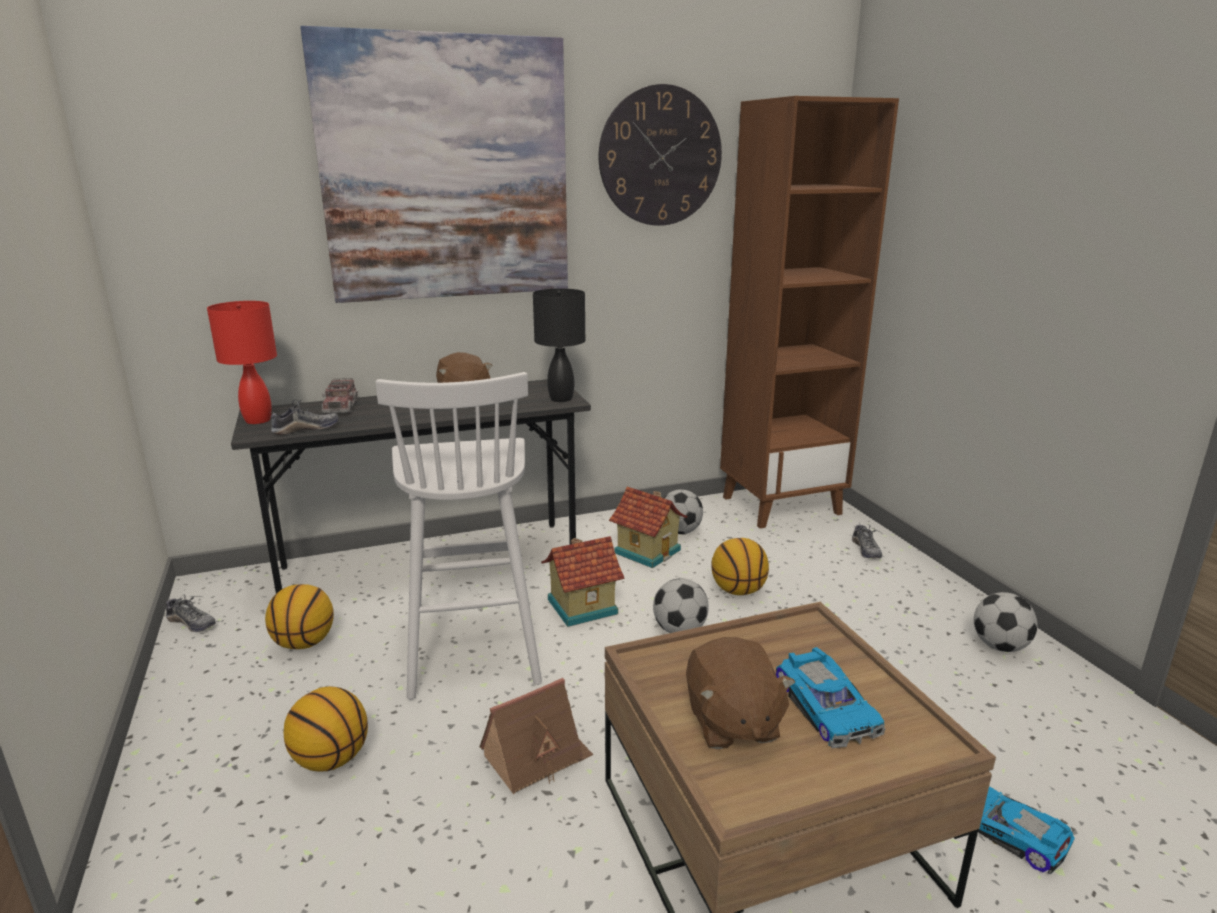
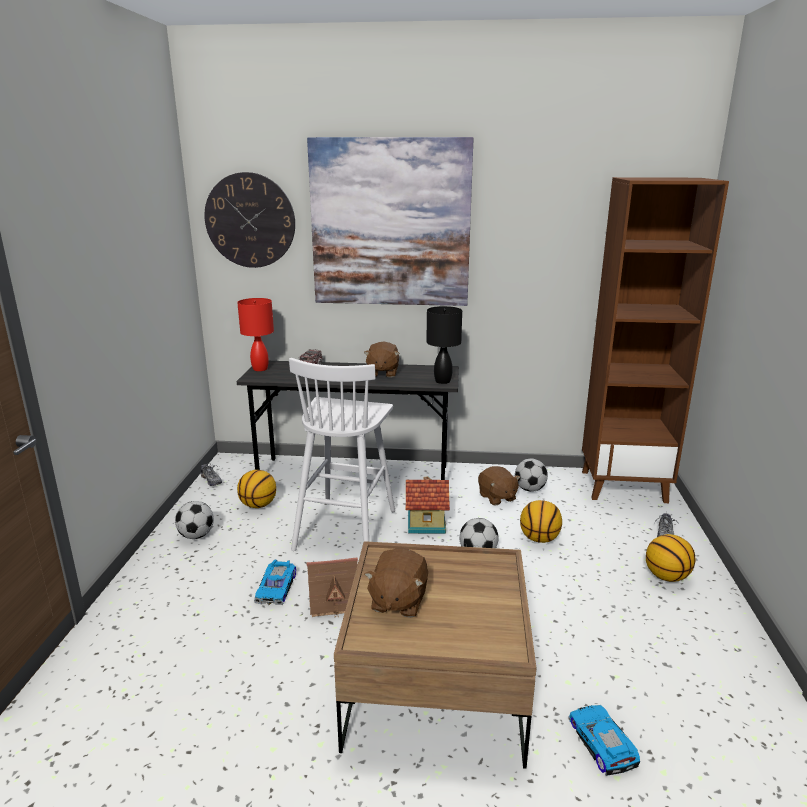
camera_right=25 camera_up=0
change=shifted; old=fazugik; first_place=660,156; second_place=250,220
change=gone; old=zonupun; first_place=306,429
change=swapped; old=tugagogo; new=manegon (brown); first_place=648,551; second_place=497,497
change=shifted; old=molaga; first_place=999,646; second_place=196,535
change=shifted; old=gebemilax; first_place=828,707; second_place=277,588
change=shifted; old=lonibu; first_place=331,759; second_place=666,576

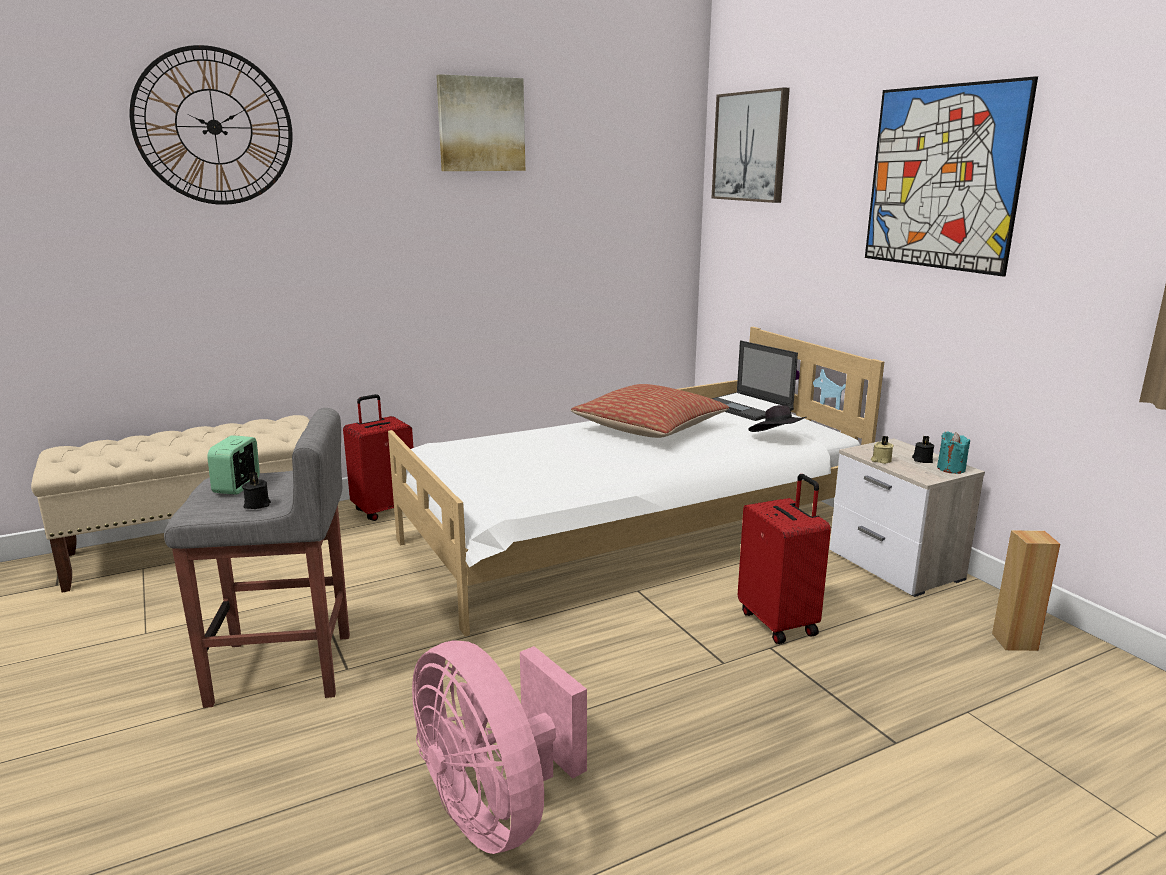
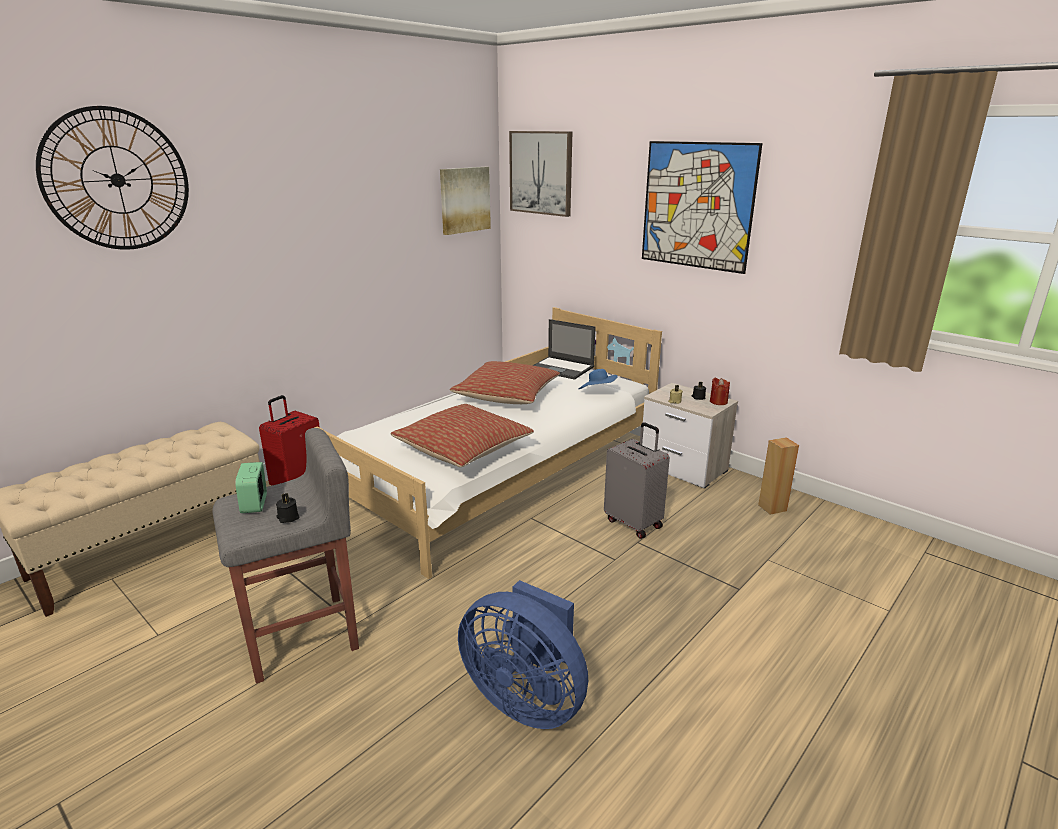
camera_right=-20 camera_up=5
change=shifted; old=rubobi; first_place=481,124; second_place=464,200
change=repainted; old=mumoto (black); new=mumoto (blue); first_place=777,438; second_place=598,392
change=repainted; old=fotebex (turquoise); new=fotebex (red); first_place=951,469; second_place=718,402
change=repainted; old=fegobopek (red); new=fegobopek (grey); first_place=779,622; second_place=634,523
change=repainted; old=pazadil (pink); new=pazadil (blue); first_place=496,810; second_place=526,698
change=new; new=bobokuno; second_place=463,449

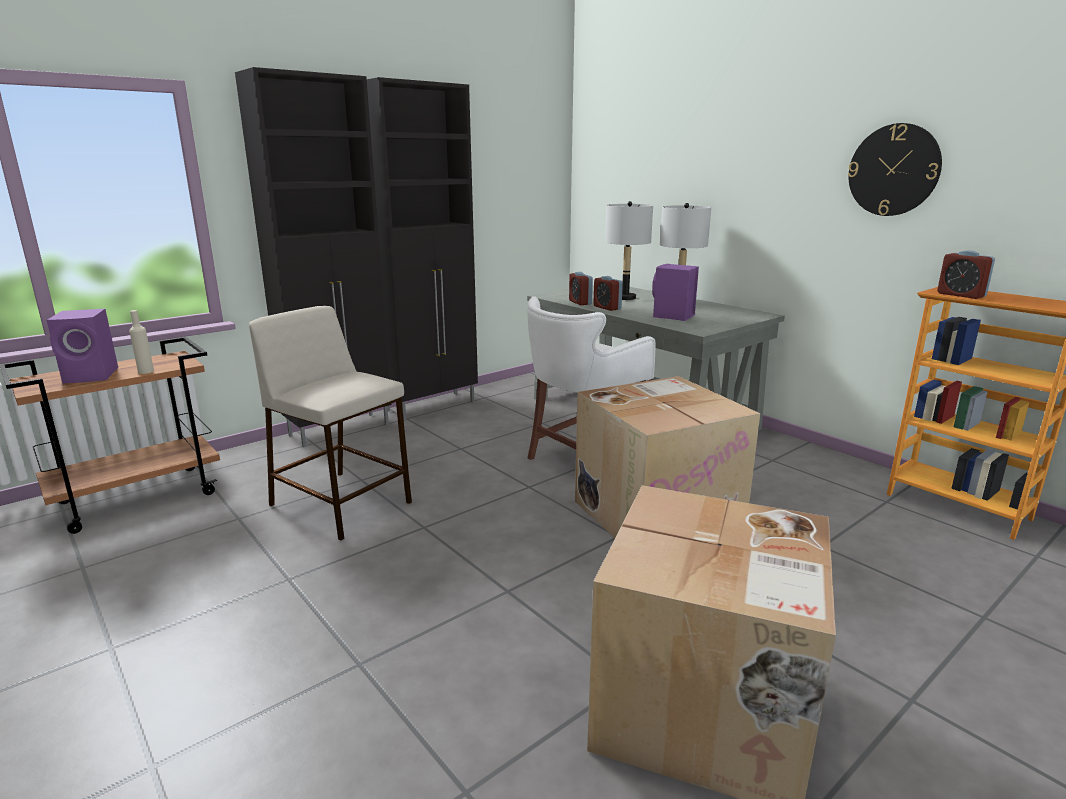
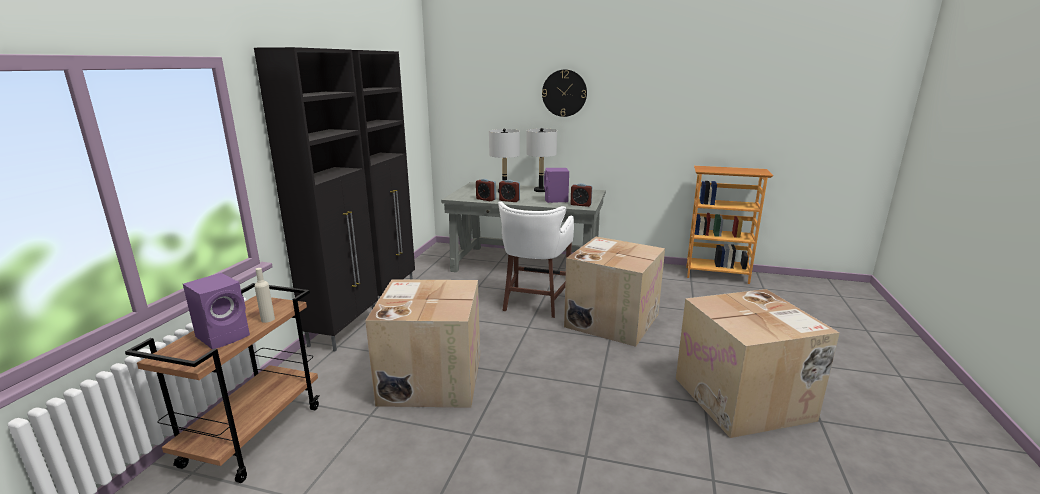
camera_right=-35 camera_up=0
change=shifted; old=fazugik; first_place=893,170; second_place=564,93
change=shifted; old=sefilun; first_place=961,295; second_place=581,205
change=swapped; old=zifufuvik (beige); new=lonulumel; first_place=342,504; second_place=430,378

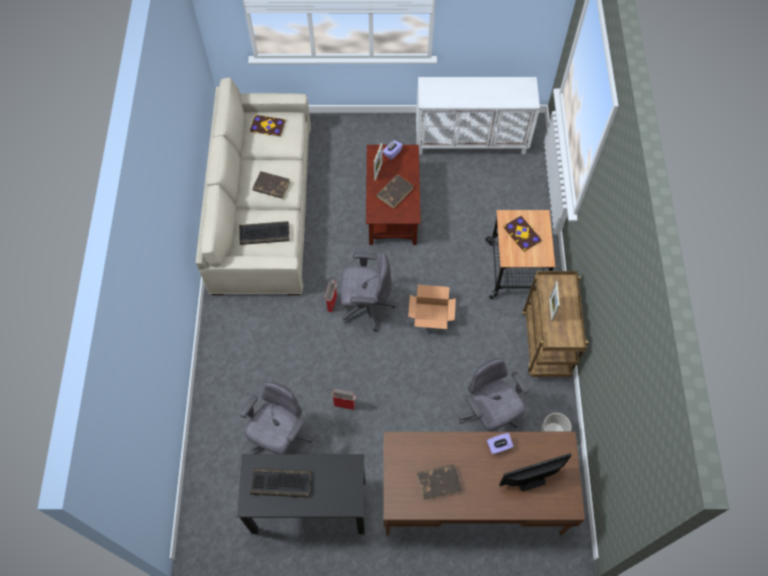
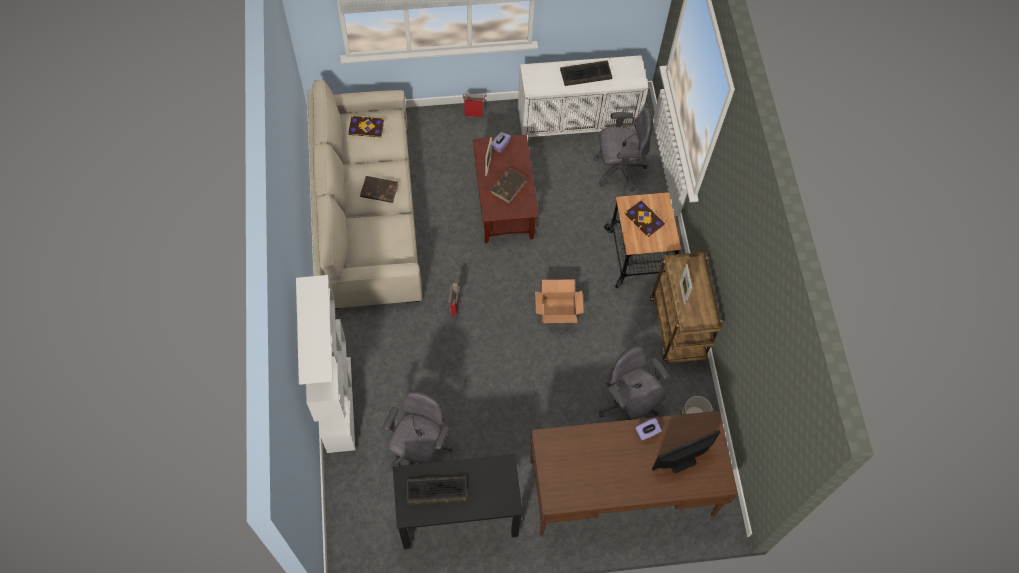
camera_right=-10 camera_up=0
change=shifted; old=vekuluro; first_place=265,233; second_place=586,73
change=shifted; old=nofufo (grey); first_place=366,306; second_place=618,170
change=shifted; old=lonulumel; first_place=344,405; second_place=474,114
change=gone; old=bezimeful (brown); first_place=439,482
change=new; new=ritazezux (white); second_place=338,403

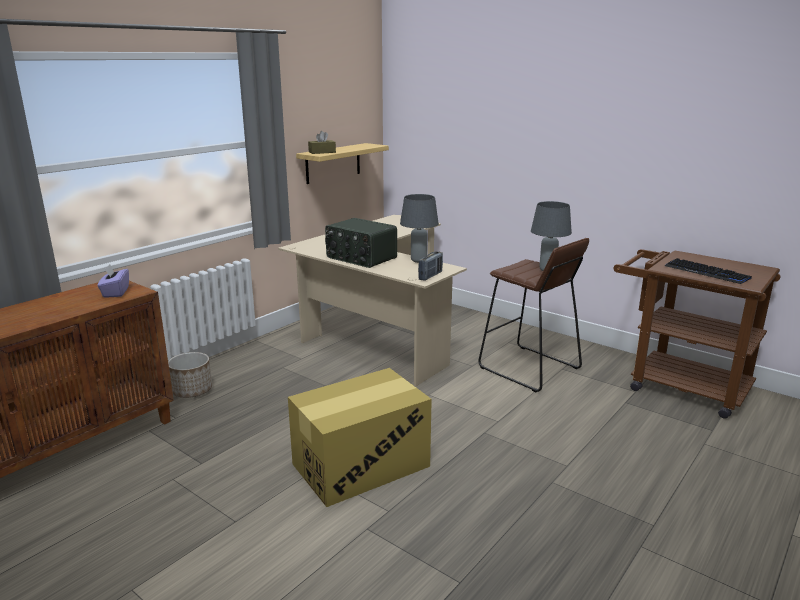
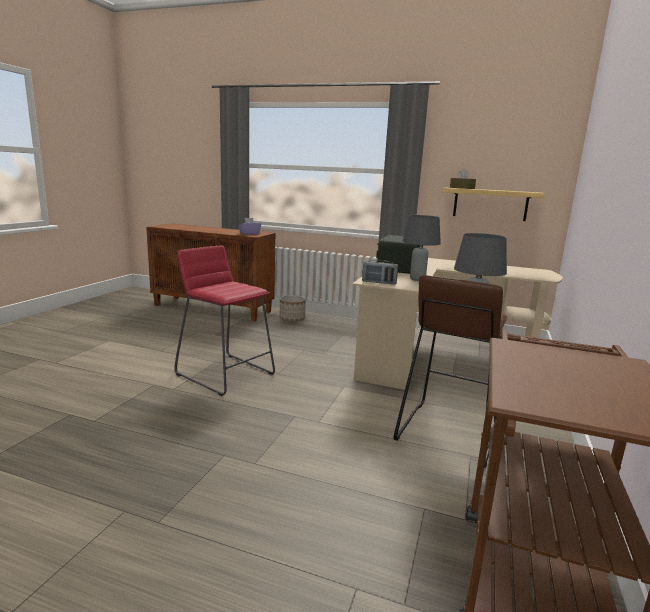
camera_right=70 camera_up=-5
change=gone; old=vekuluro; first_place=706,272
change=swapped; old=lonulumel; new=zifufuvik (red); first_place=360,465; second_place=225,374

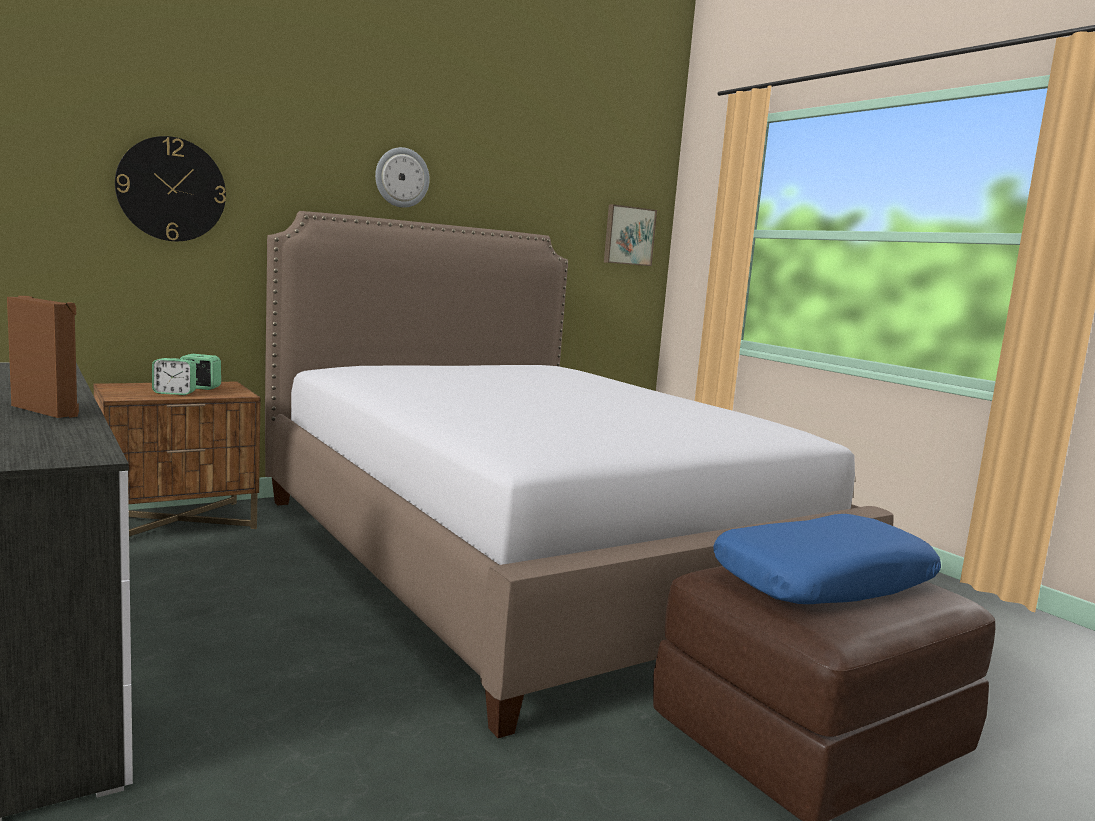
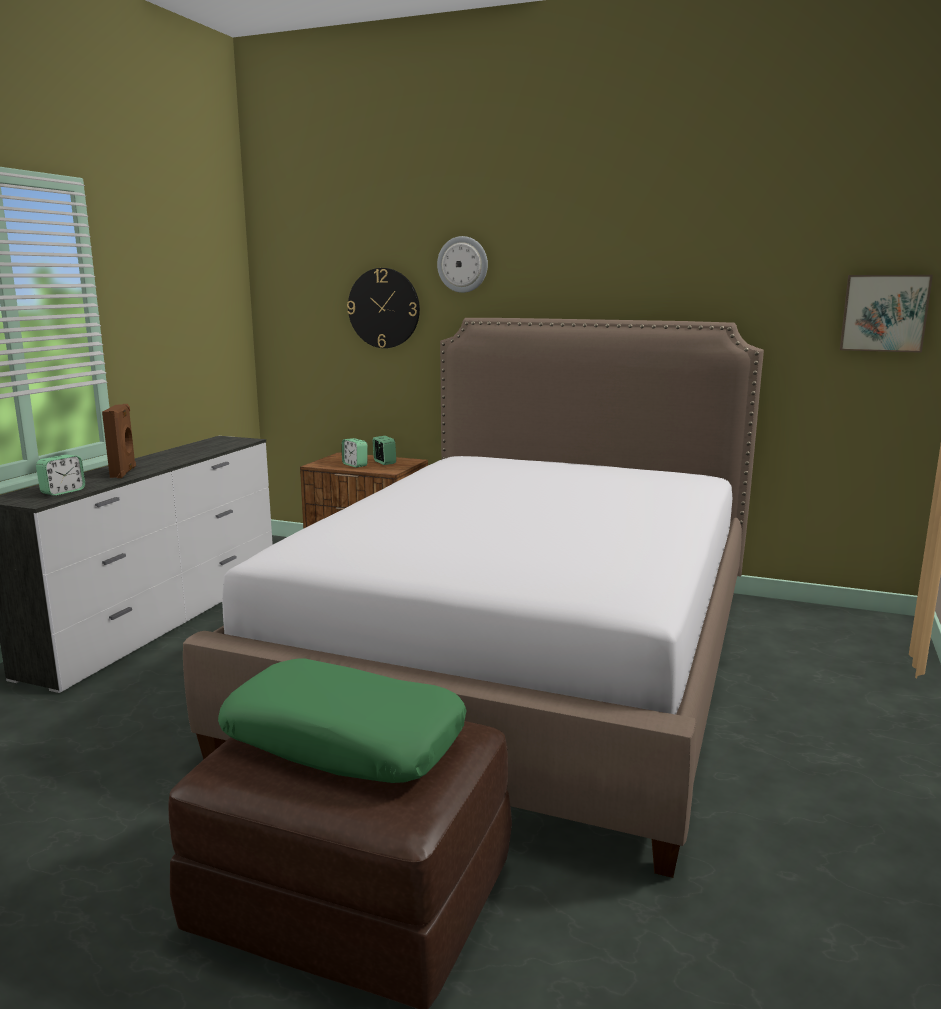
camera_right=55 camera_up=5
change=shifted; old=fazugik; first_place=401,177; second_place=463,264
change=repainted; old=bobokuno (blue); new=bobokuno (green); first_place=823,581; second_place=345,740
change=new; new=sefilun; second_place=63,492

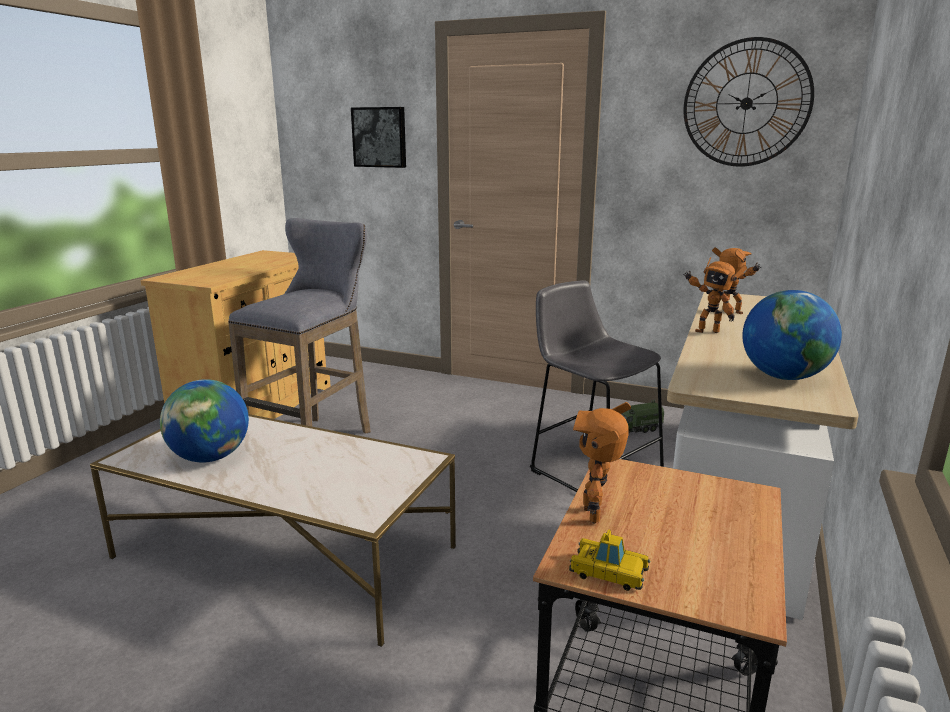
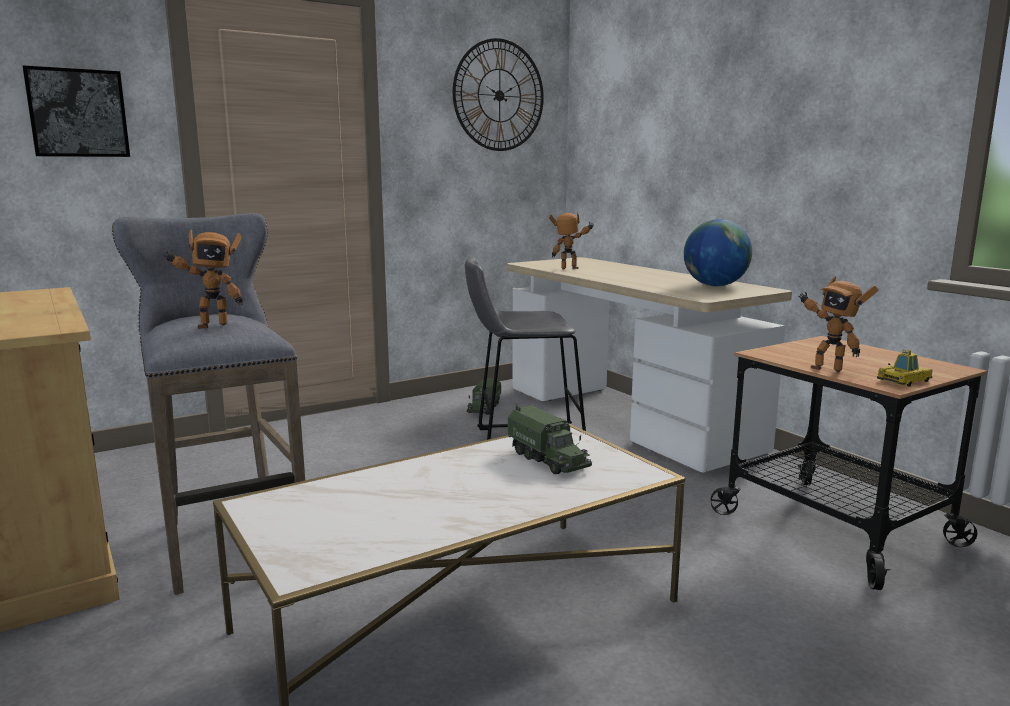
camera_right=-55 camera_up=-5
change=shifted; old=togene; first_place=706,331; second_place=211,325
change=gone; old=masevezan; first_place=210,457
change=new; new=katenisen; second_place=548,460

